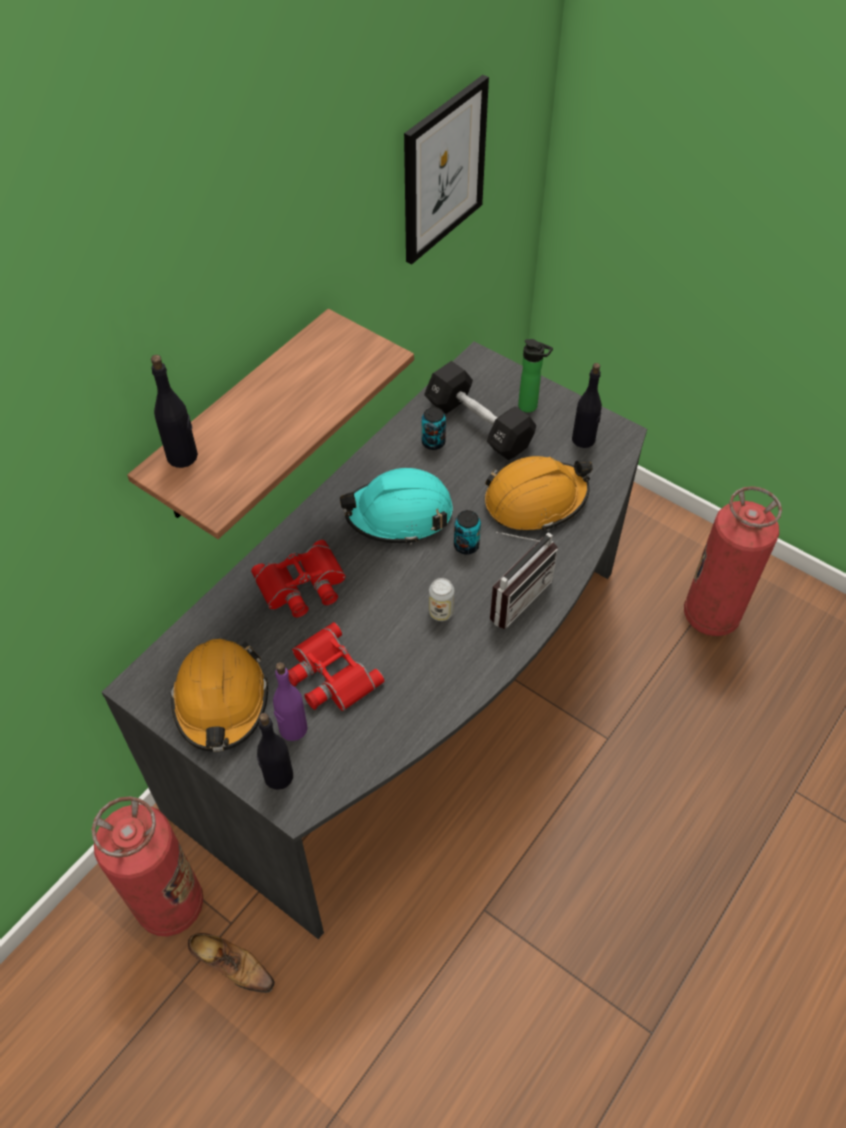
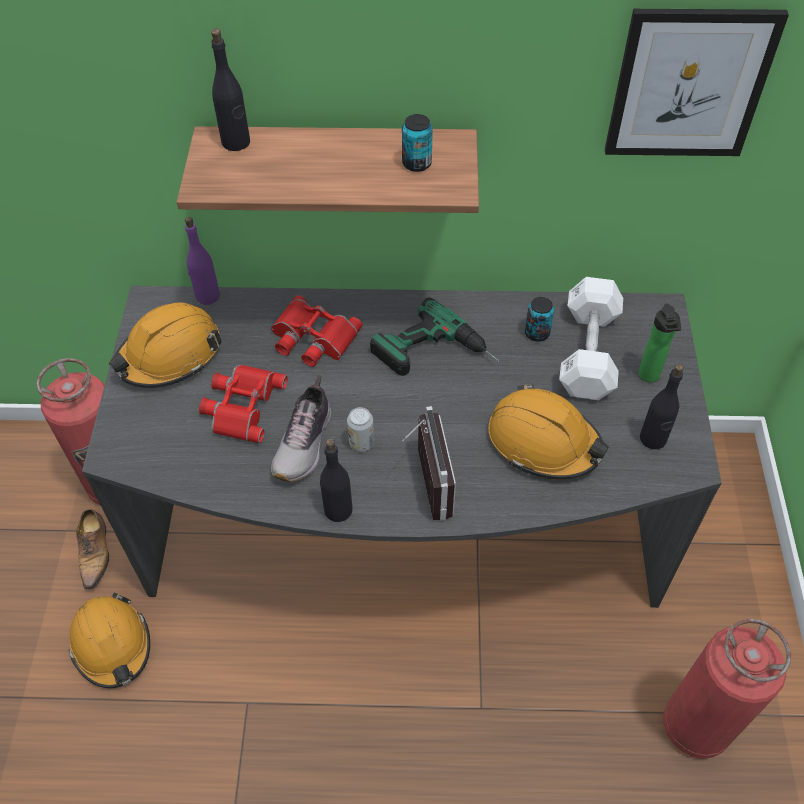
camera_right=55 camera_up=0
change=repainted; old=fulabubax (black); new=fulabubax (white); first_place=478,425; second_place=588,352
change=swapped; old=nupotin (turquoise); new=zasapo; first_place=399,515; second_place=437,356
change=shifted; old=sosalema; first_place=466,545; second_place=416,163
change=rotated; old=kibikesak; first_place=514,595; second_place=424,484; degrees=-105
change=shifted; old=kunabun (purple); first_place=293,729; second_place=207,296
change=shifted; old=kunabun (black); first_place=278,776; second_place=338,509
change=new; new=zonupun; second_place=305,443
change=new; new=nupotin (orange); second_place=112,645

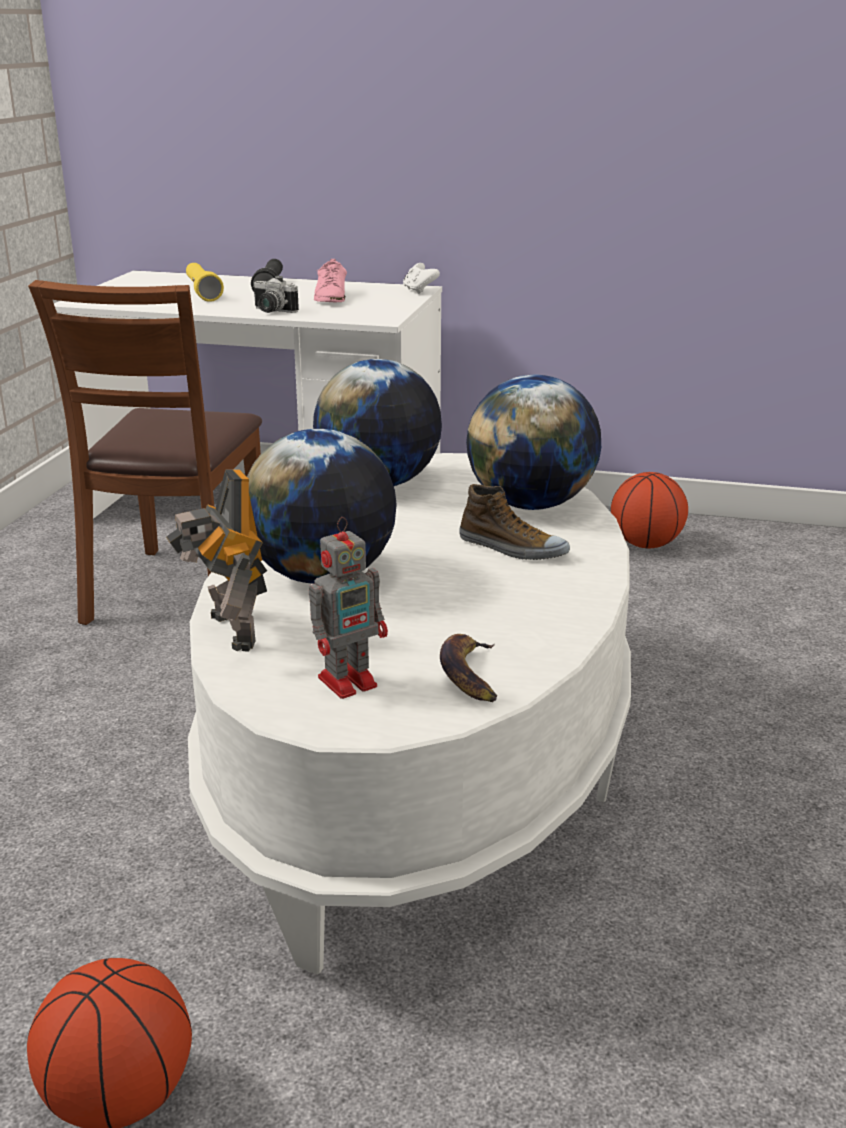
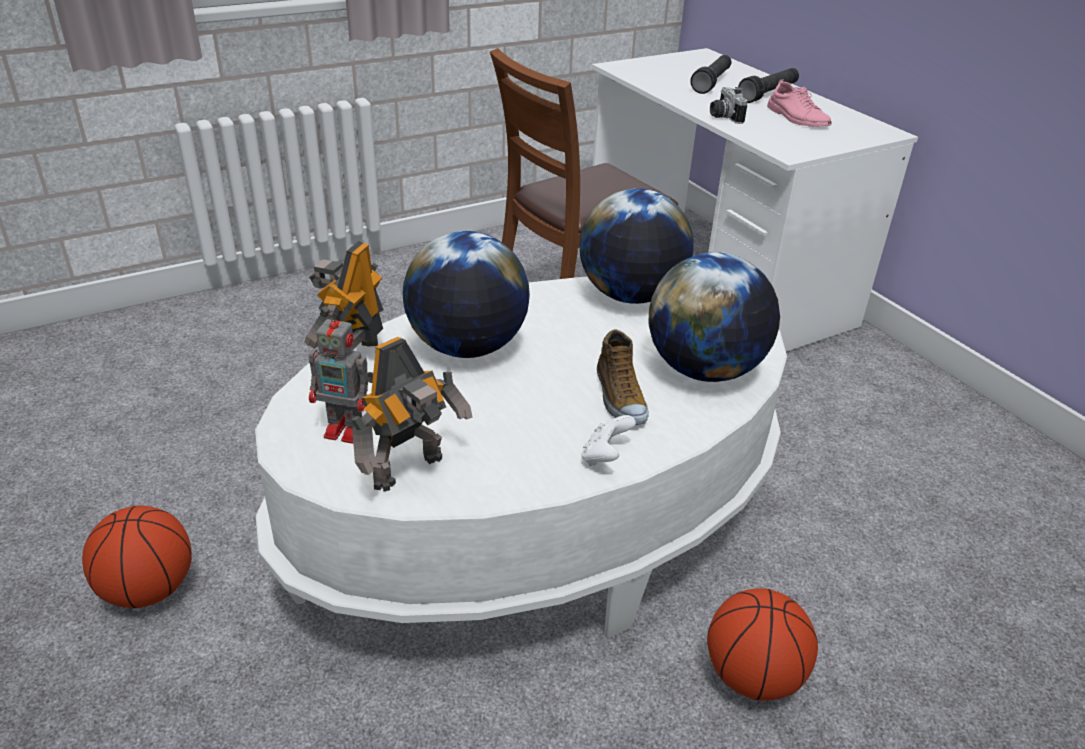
camera_right=45 camera_up=10
change=rotated; old=zonupun (pink); first_place=331,297; second_place=797,118; degrees=-75
change=repainted; old=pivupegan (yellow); new=pivupegan (black); first_place=202,292; second_place=712,83
change=shifted; old=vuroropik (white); first_place=419,291; second_place=605,457
change=shifted; old=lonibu; first_place=645,545; second_place=751,676
change=swapped; old=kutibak; new=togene; first_place=469,674; second_place=412,472

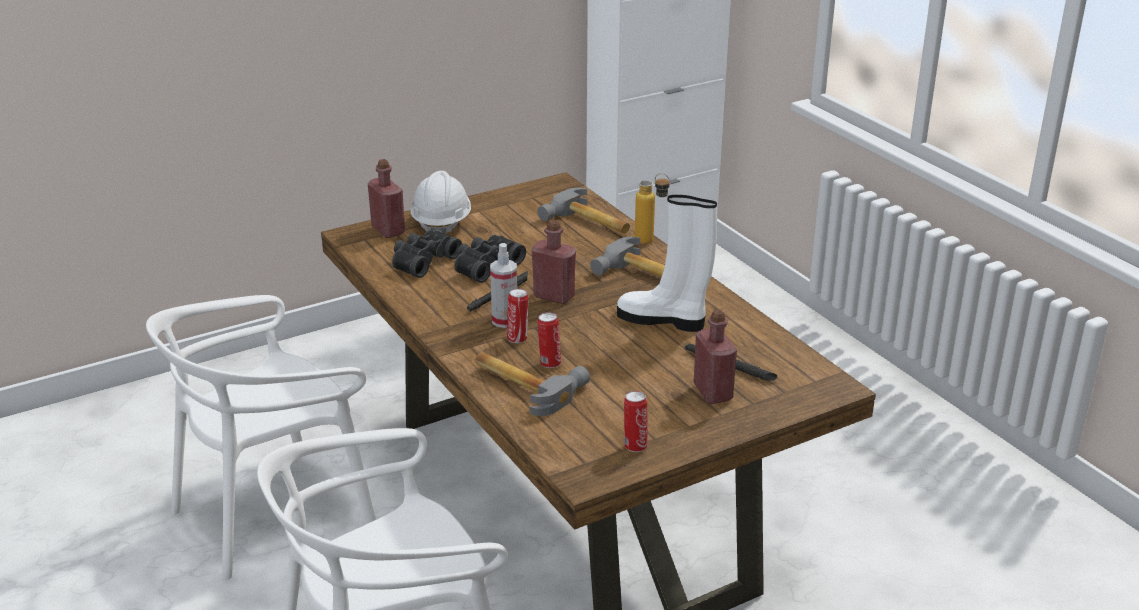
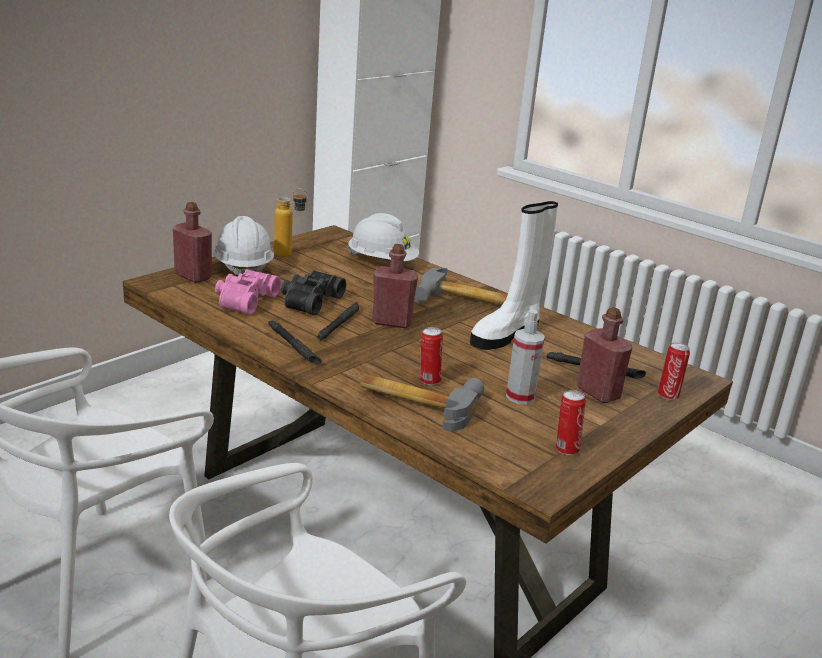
camera_right=-20 camera_up=-5
change=shifted; old=kunabun; first_place=651,242; second_place=290,256
change=swapped; old=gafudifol; new=nupotin (white); first_place=588,223; second_place=382,262
change=rotated; old=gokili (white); first_place=663,320; second_place=506,335; degrees=-45
change=repainted; old=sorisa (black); new=sorisa (pink); first_place=422,261; second_place=244,300
change=shifted; old=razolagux; first_place=505,320; second_place=520,397
change=shifted; old=sosalema; first_place=518,338; second_place=668,395
change=new; new=pivupegan (black); second_place=293,346

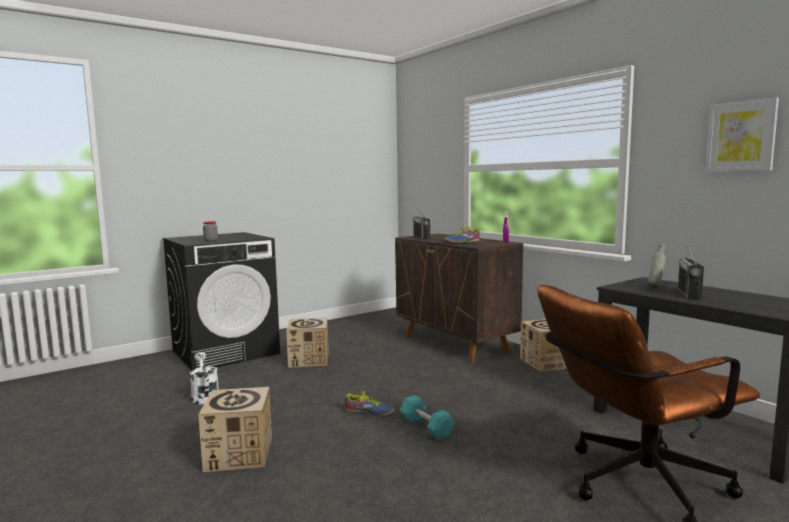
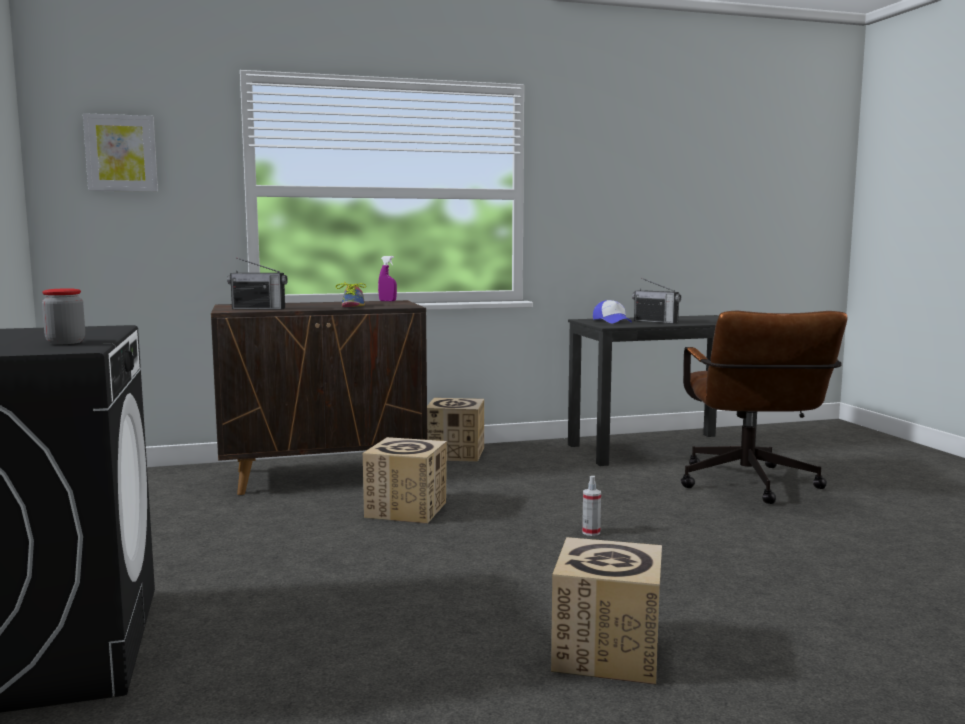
camera_right=-70 camera_up=0
change=shifted; old=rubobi; first_place=741,136; second_place=121,153
change=swapped; old=kunabun (grey); new=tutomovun; first_place=656,285; second_place=612,321
change=shifted; old=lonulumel; first_place=309,360; second_place=406,510
change=gone; old=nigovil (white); first_place=204,396
change=gone; old=zonupun; first_place=369,412
change=swapped; old=fulabubax (turquoise); new=razolagux; first_place=426,427; second_place=591,532

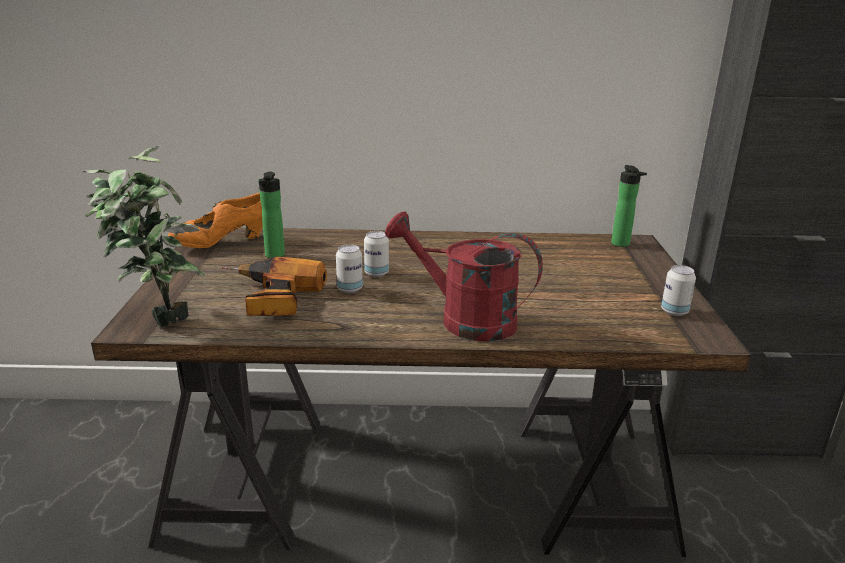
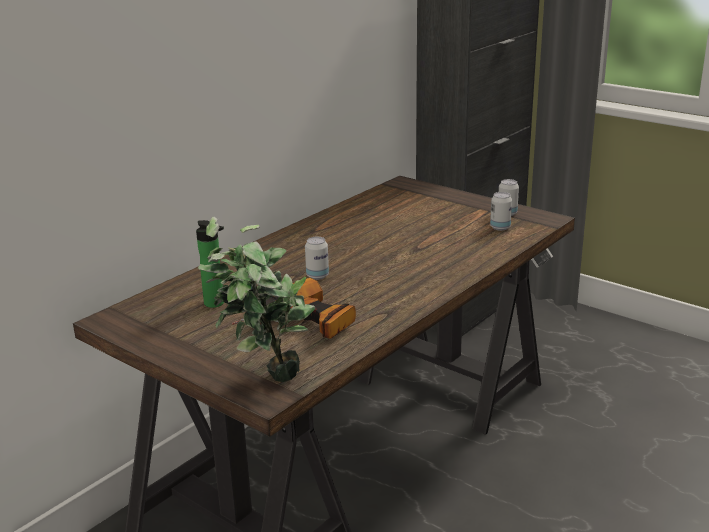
camera_right=-50 camera_up=0
change=gone; old=kunabun; first_place=622,244
change=gone; old=zonupun (orange); first_place=222,243
change=gone; old=nigovil (red); first_place=464,320
change=shifted; old=sosalema; first_place=350,289; second_place=500,227

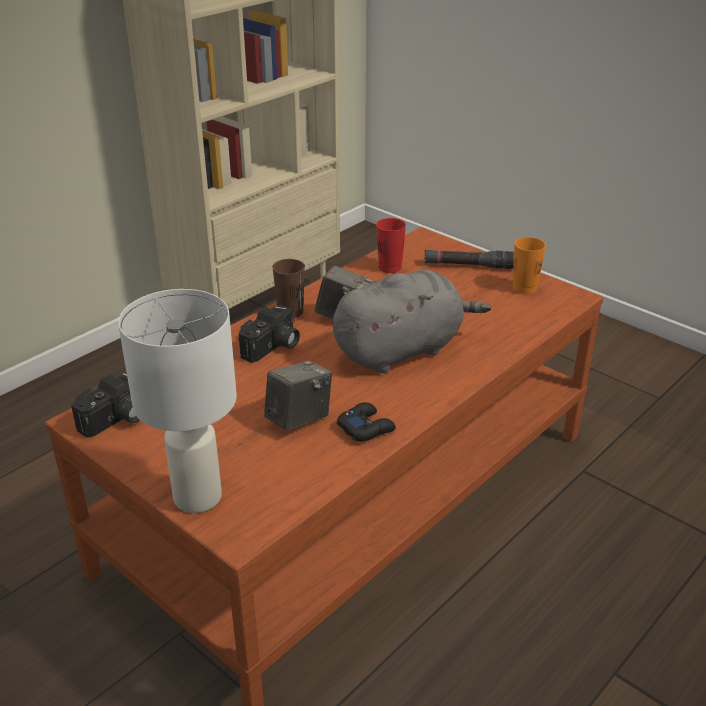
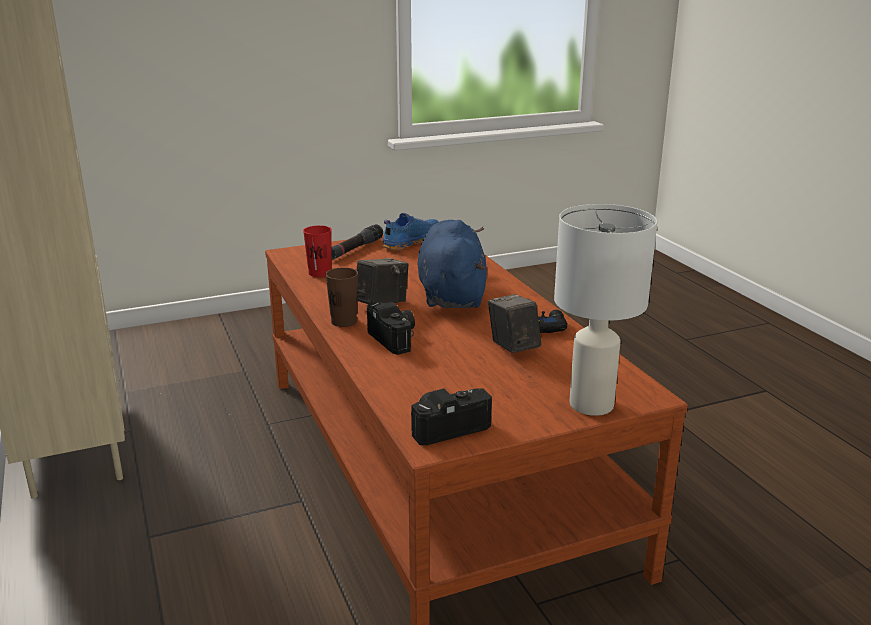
camera_right=-65 camera_up=-10
change=swapped; old=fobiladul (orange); new=zonupun (blue); first_place=524,288; second_place=410,242
change=repainted; old=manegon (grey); new=manegon (blue); first_place=402,350; second_place=451,294
change=rotated; old=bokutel; first_place=117,420; second_place=447,426; degrees=-90

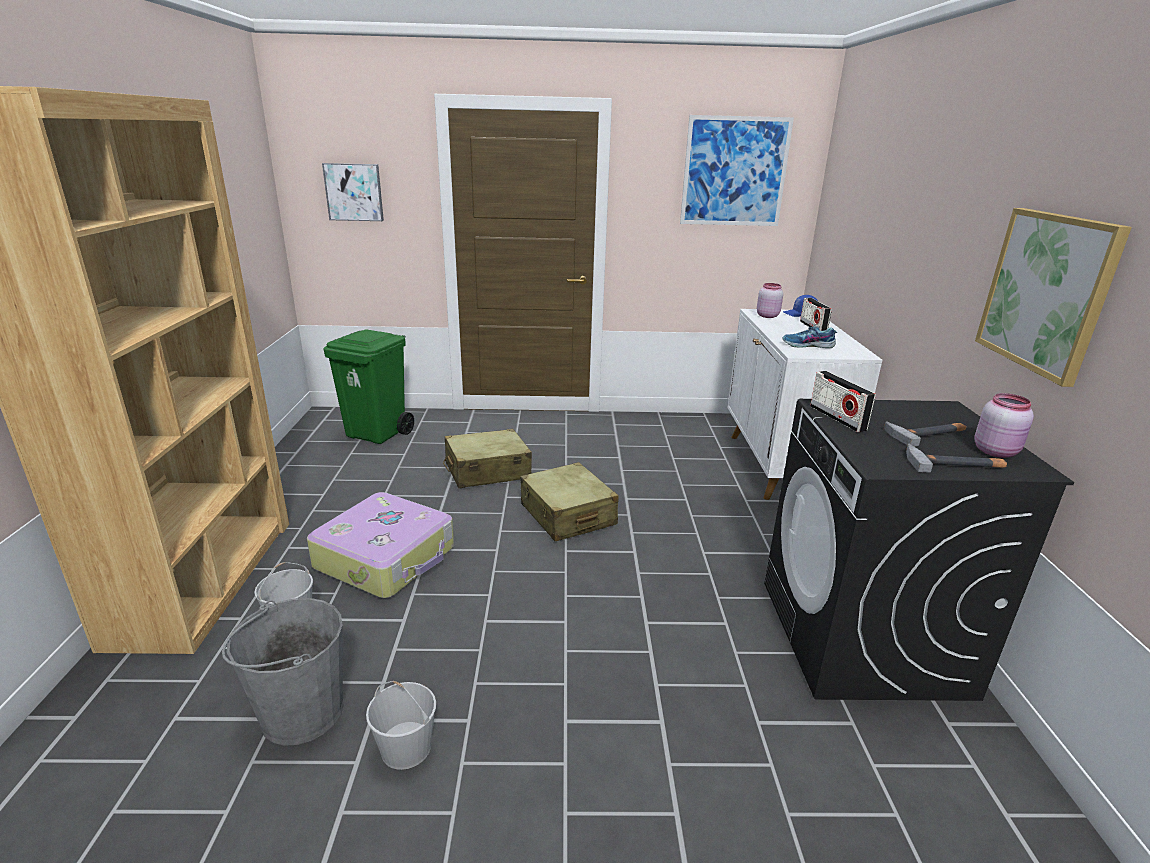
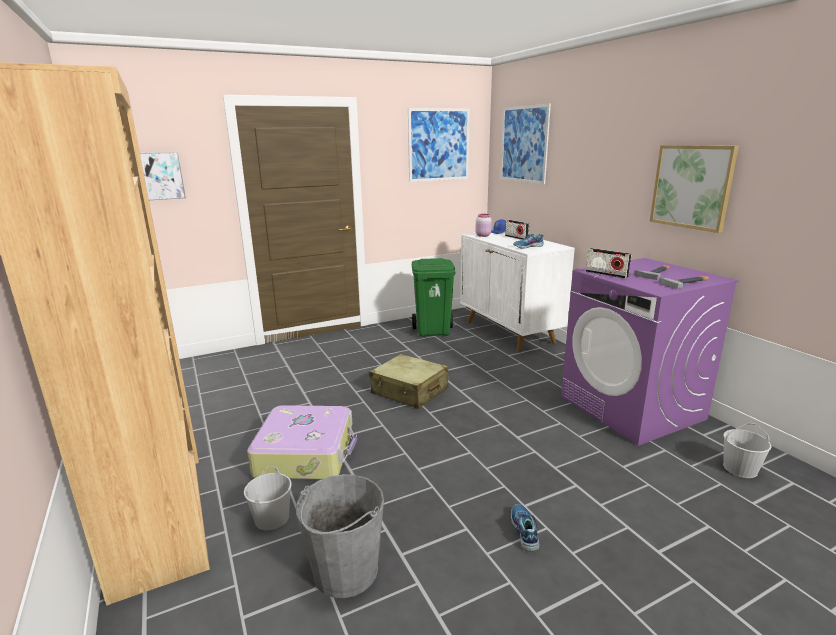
camera_right=-25 camera_up=-5
change=shifted; old=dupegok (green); first_place=377,434; second_place=433,331
change=gone; old=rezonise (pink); first_place=996,451
change=repainted; old=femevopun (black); new=femevopun (purple); first_place=862,637; second_place=632,408
change=gone; old=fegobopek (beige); first_place=487,471
change=shifted; old=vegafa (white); first_place=405,747; second_place=739,468
change=new; new=rubobi; second_place=524,144
change=new; new=zonupun; second_place=523,531

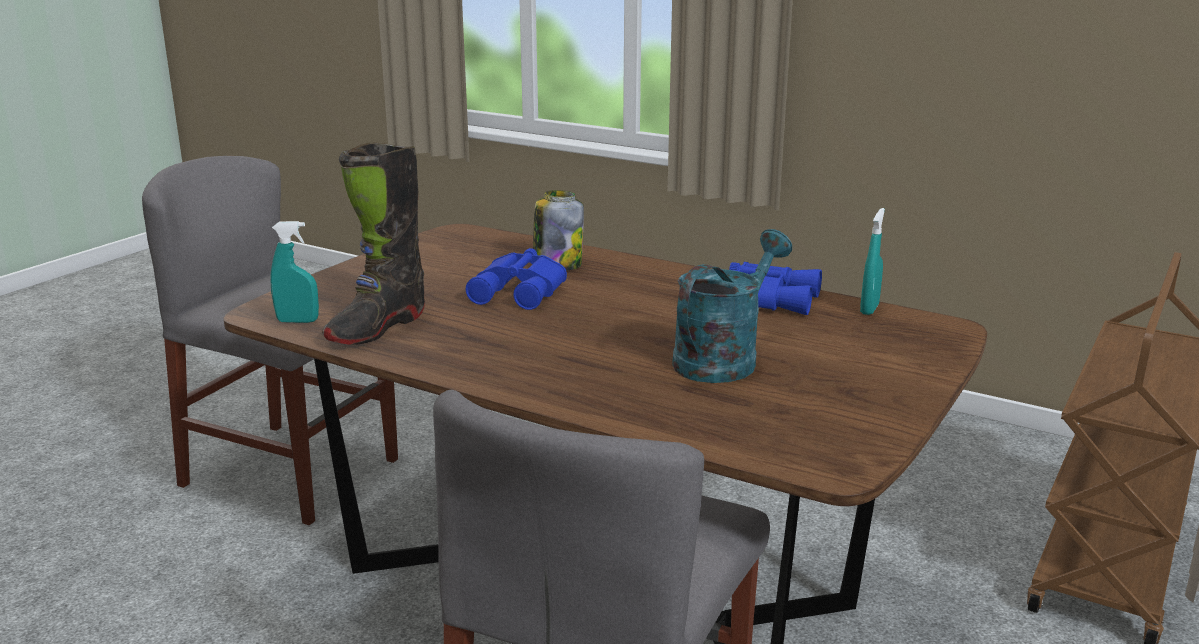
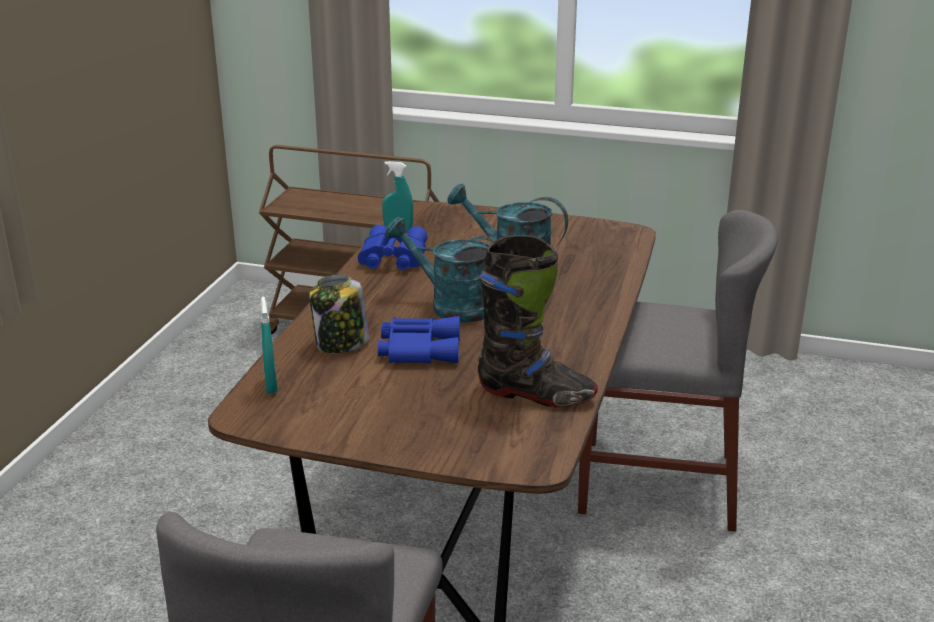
camera_right=-105 camera_up=5
change=shifted; old=razolagux (turquoise); first_place=297,321; second_place=271,385
change=new; new=nigovil (turquoise); second_place=451,306

